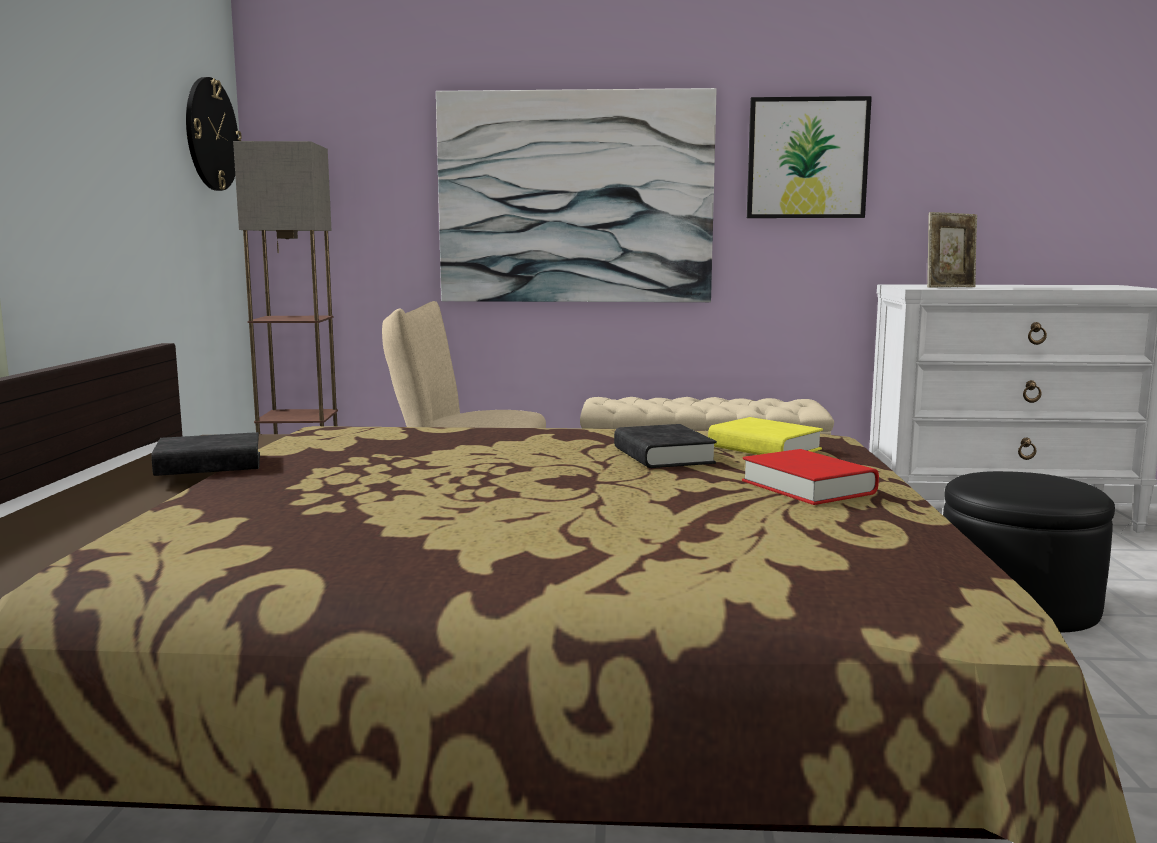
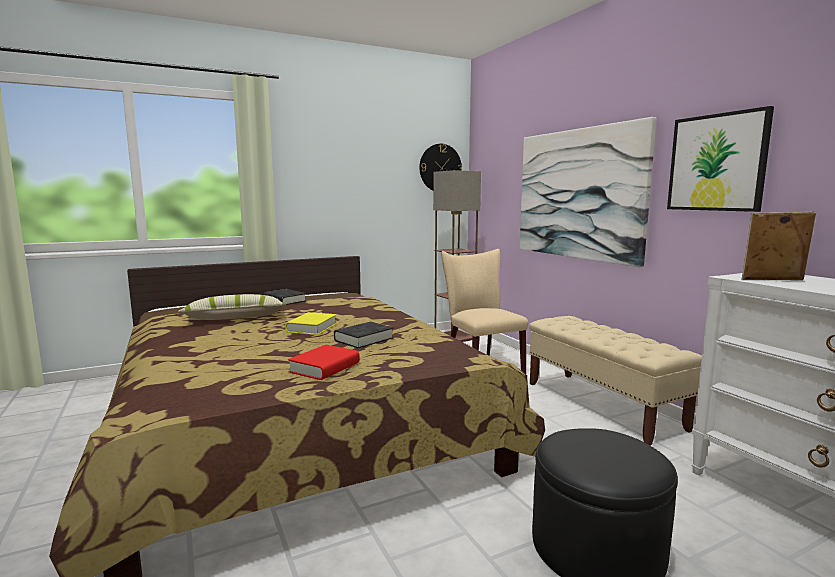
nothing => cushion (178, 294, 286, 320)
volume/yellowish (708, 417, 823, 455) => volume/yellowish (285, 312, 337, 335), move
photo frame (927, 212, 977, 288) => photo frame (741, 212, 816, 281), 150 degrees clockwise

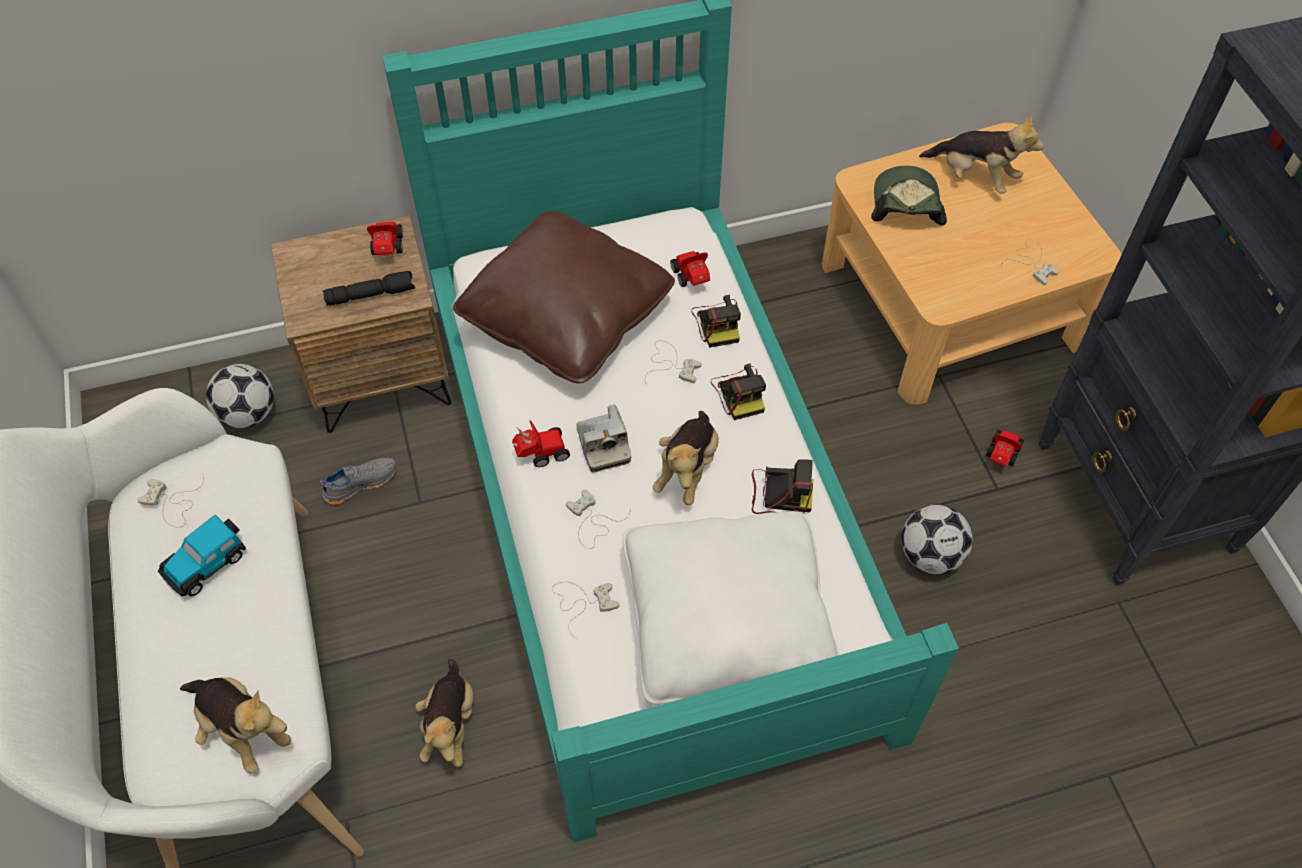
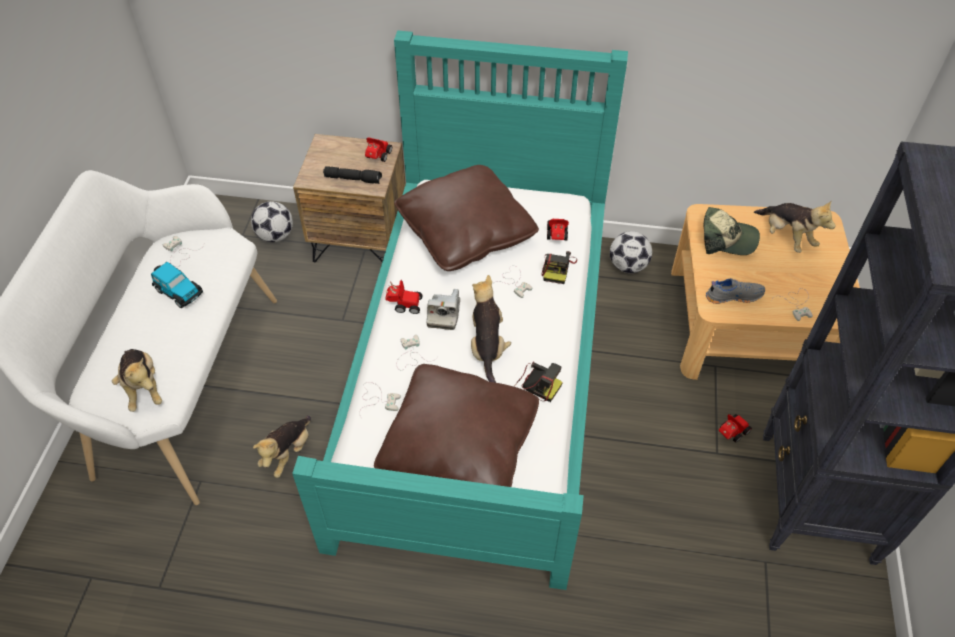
photo camera (711, 364, 766, 420) => nothing
item of footwear/grey (319, 457, 396, 505) => item of footwear/grey (706, 278, 765, 304), move
football (902, 505, 973, 574) => football (610, 231, 652, 273), move
cushion/whitish (623, 512, 839, 704) => cushion/brown (374, 364, 539, 487)
miniature car (158, 515, 246, 596) => miniature car (151, 262, 203, 308), 120 degrees counterclockwise
plush toy (653, 411, 719, 505) => plush toy (471, 275, 511, 383), 135 degrees clockwise
peaked cap (871, 166, 947, 226) => peaked cap (704, 207, 760, 255), 75 degrees clockwise

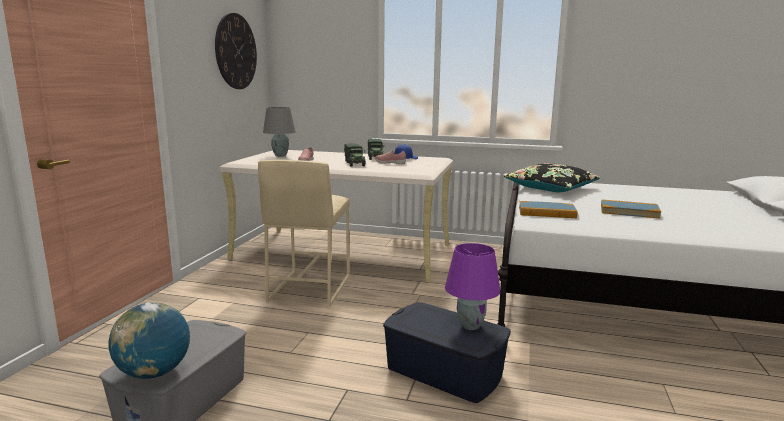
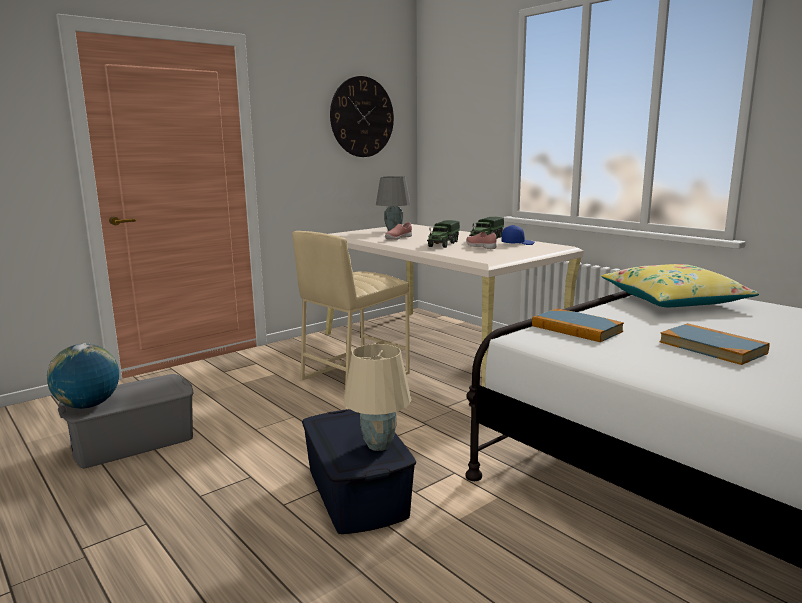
table lamp/purple-coloured (445, 243, 500, 330) => table lamp/sand-coloured (344, 344, 411, 451)
cushion/black (504, 163, 600, 192) => cushion/yellowish (601, 264, 759, 307)

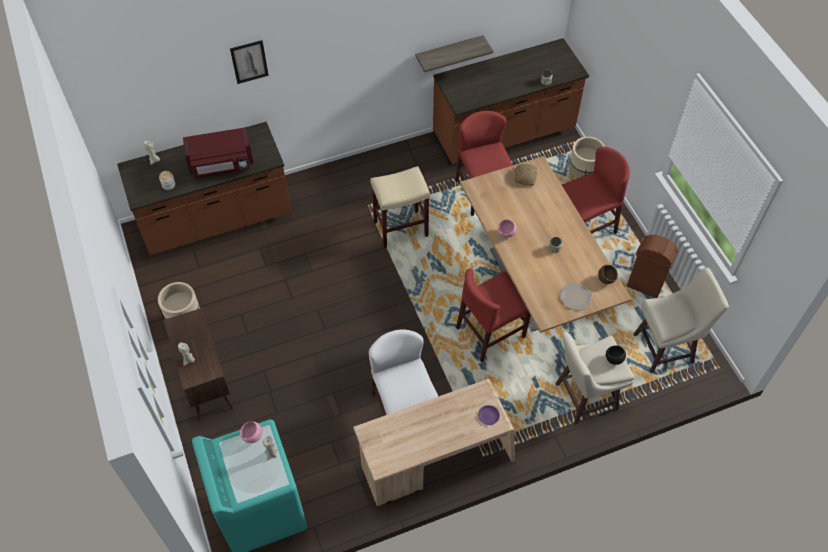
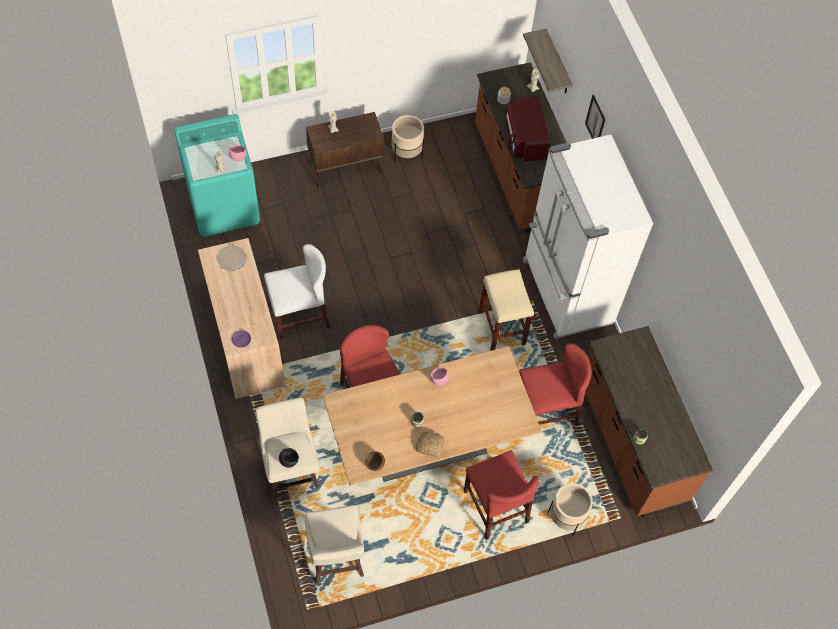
waste bin/brown (627, 235, 678, 298) => nothing
nothing => fridge/whitish (523, 135, 653, 339)
wall shelf (415, 35, 493, 72) => wall shelf (523, 29, 573, 94), move
bread (515, 163, 537, 186) => bread (416, 432, 444, 457), move
flat dish (560, 283, 592, 311) => flat dish (217, 245, 247, 271), move

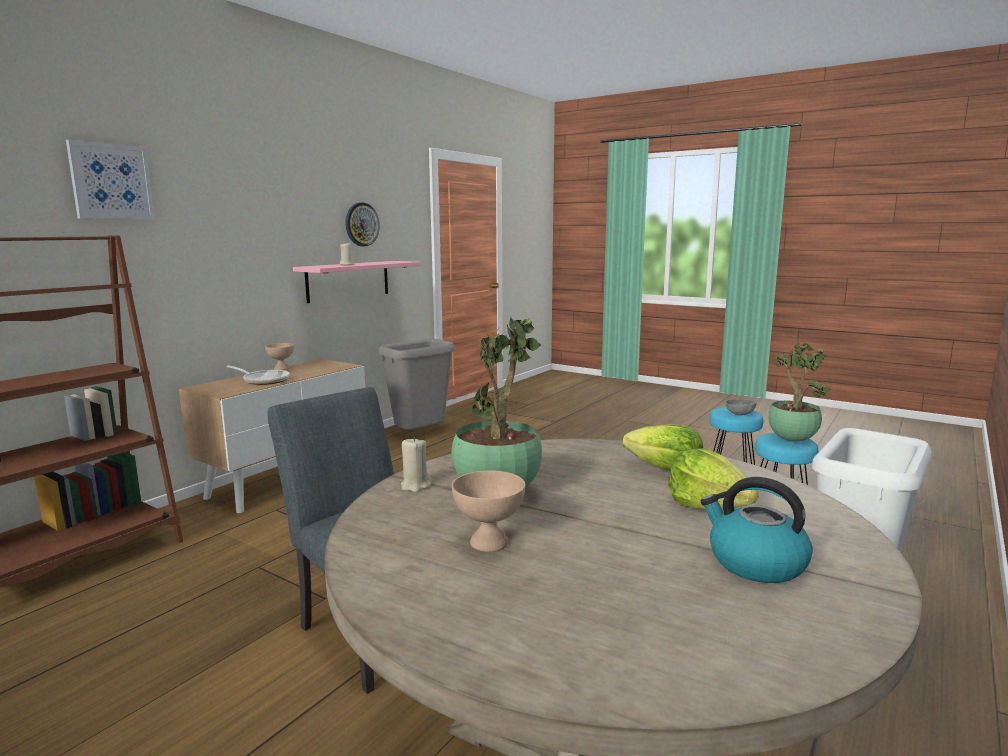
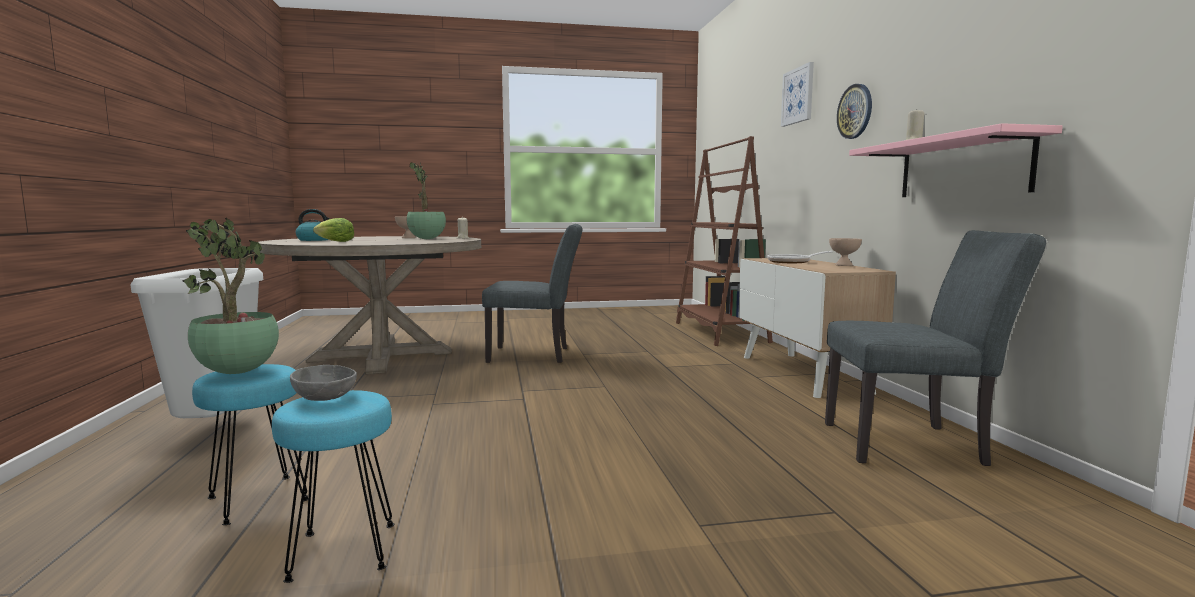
lettuce (623, 424, 703, 471) => nothing
clock on the wall (346, 203, 380, 246) => clock on the wall (837, 84, 872, 139), move
waste bin/grey (378, 339, 455, 430) => plain chair/grey (825, 230, 1046, 466)

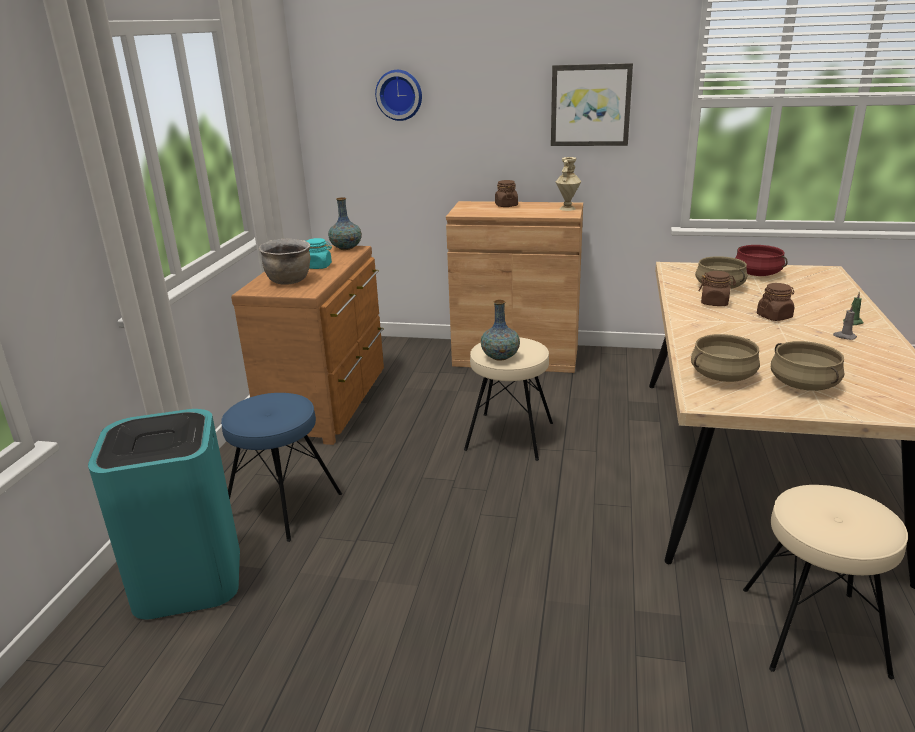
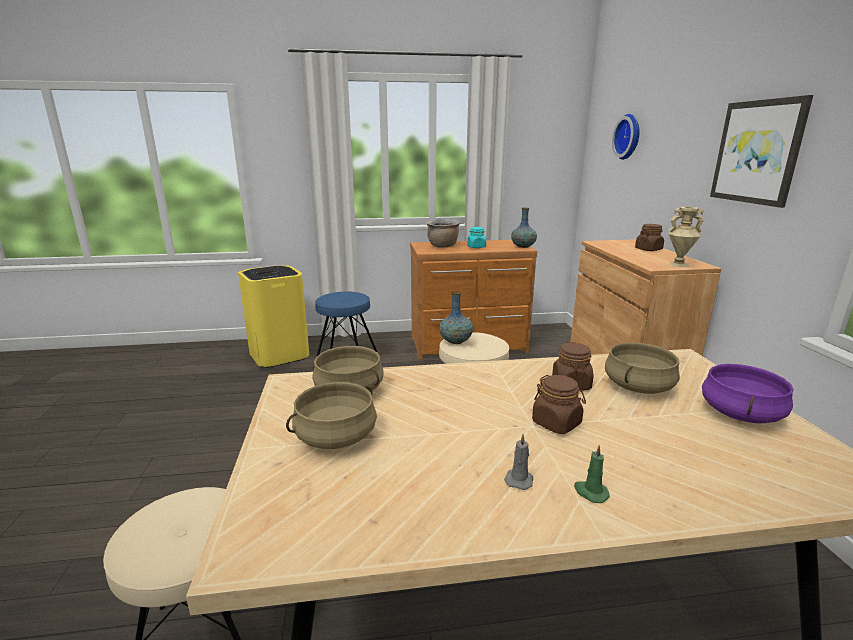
waste bin/blue-green (88, 409, 240, 620) => waste bin/yellowish (238, 265, 309, 367)
saucepot/reddish (735, 245, 788, 276) => saucepot/purple-coloured (702, 364, 794, 423)

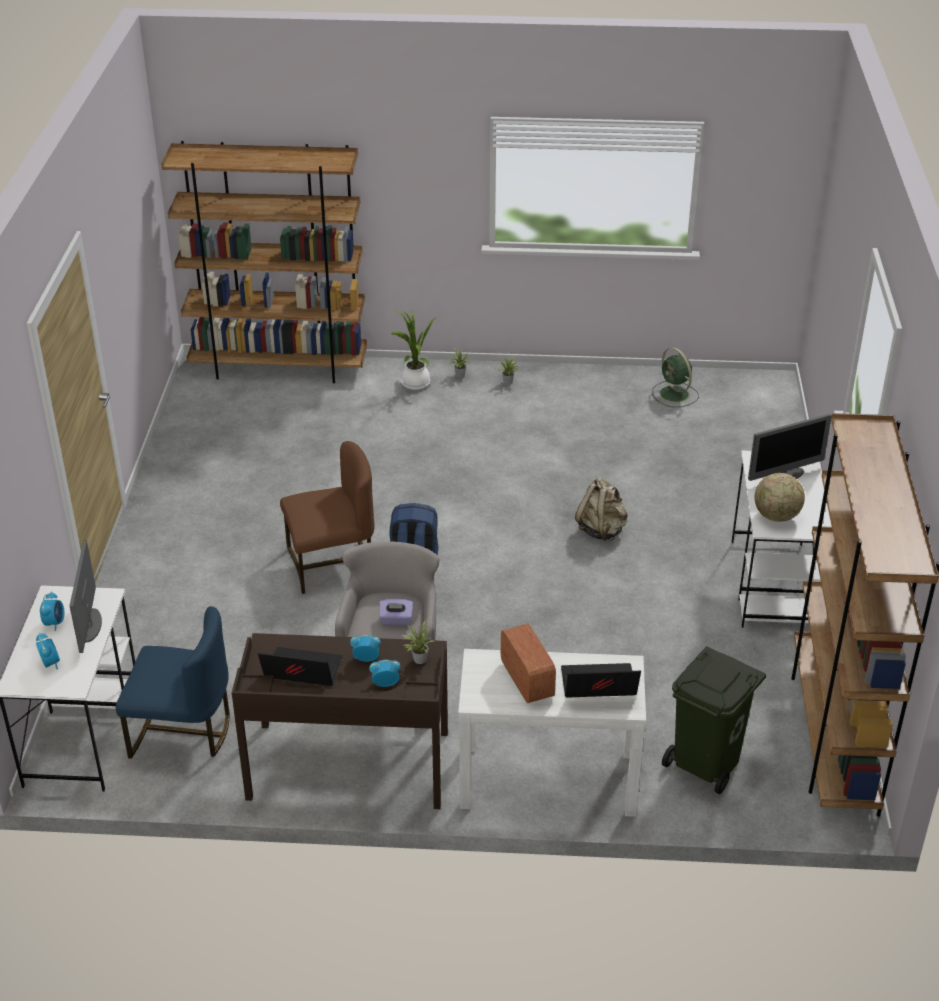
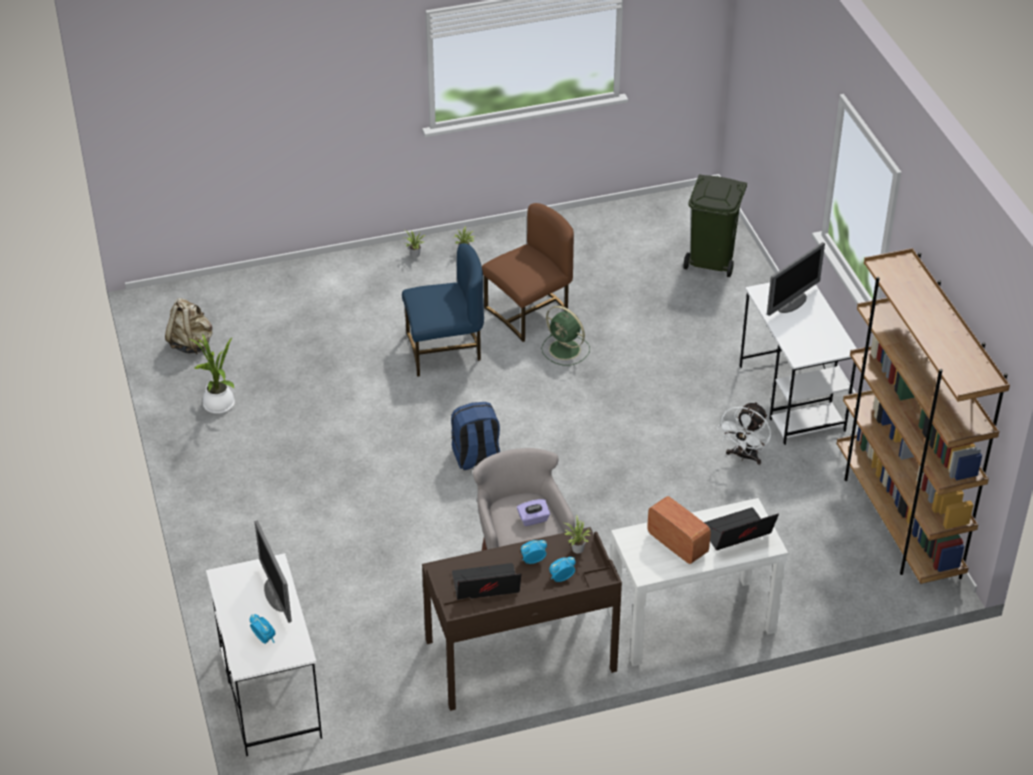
alarm clock (40, 591, 64, 631) => nothing
shelving unit/brown (161, 141, 367, 383) => nothing
desk globe (755, 473, 805, 522) => nothing
nothing => cooling fan/whitish (717, 402, 771, 465)
plain chair/blue-coloured (116, 606, 230, 759) => plain chair/blue-coloured (402, 243, 484, 377), move
plain chair/brown (280, 441, 375, 594) => plain chair/brown (482, 203, 574, 342), move
houseplant (391, 310, 437, 390) => houseplant (189, 334, 235, 414), move
knapsack/sand-coloured (575, 477, 628, 541) => knapsack/sand-coloured (165, 298, 212, 354), move
cooling fan/greenish (652, 347, 699, 407) => cooling fan/greenish (541, 306, 590, 365), move
waste bin/greenish (662, 646, 766, 794) => waste bin/greenish (684, 174, 747, 277), move

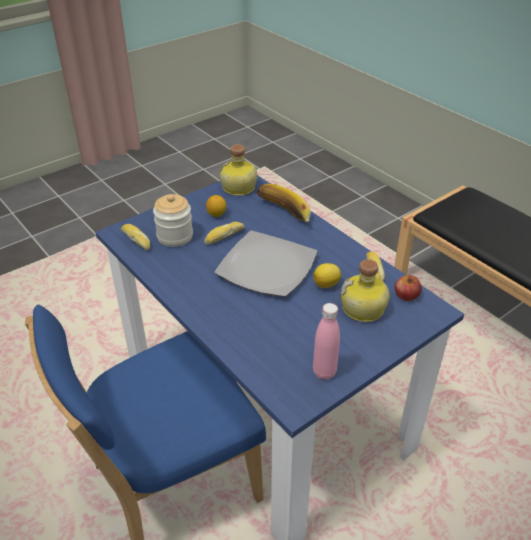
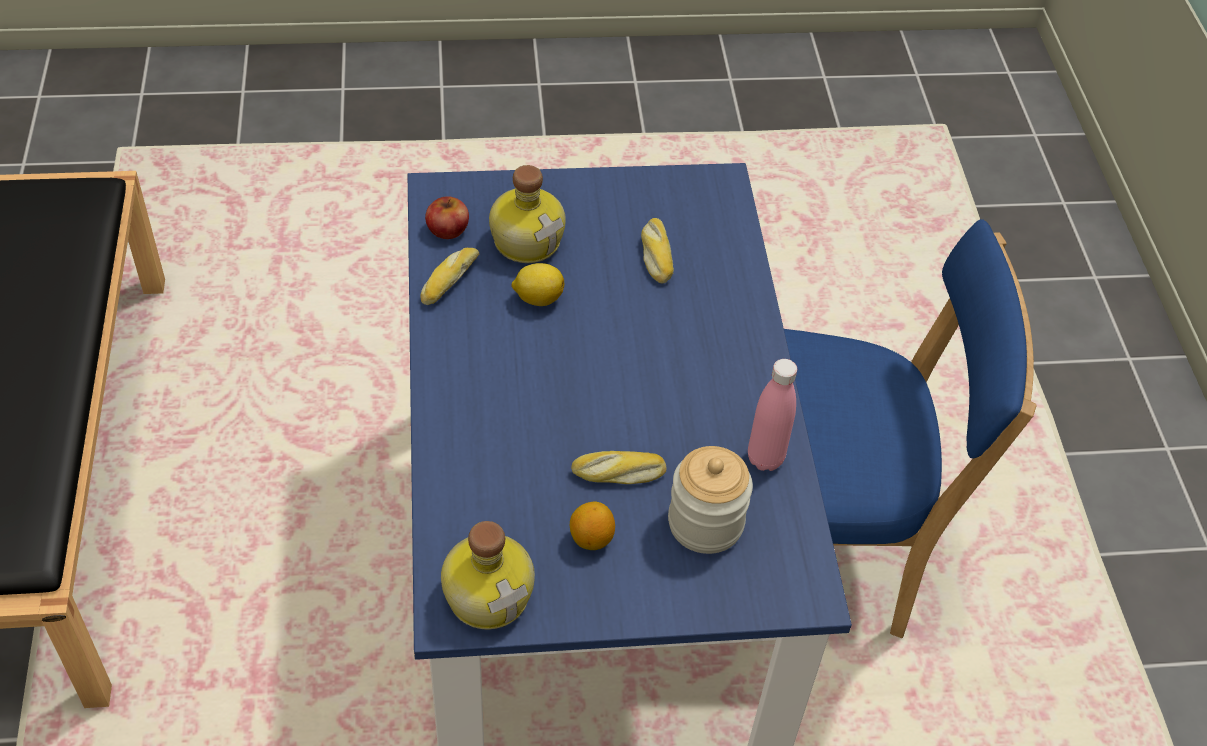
flat dish (214, 231, 318, 297) => nothing
banana (257, 184, 311, 222) => nothing
bread (121, 224, 150, 251) => bread (641, 218, 674, 283), move
drink bottle/pink (313, 303, 340, 380) => drink bottle/pink (748, 359, 797, 471), move

